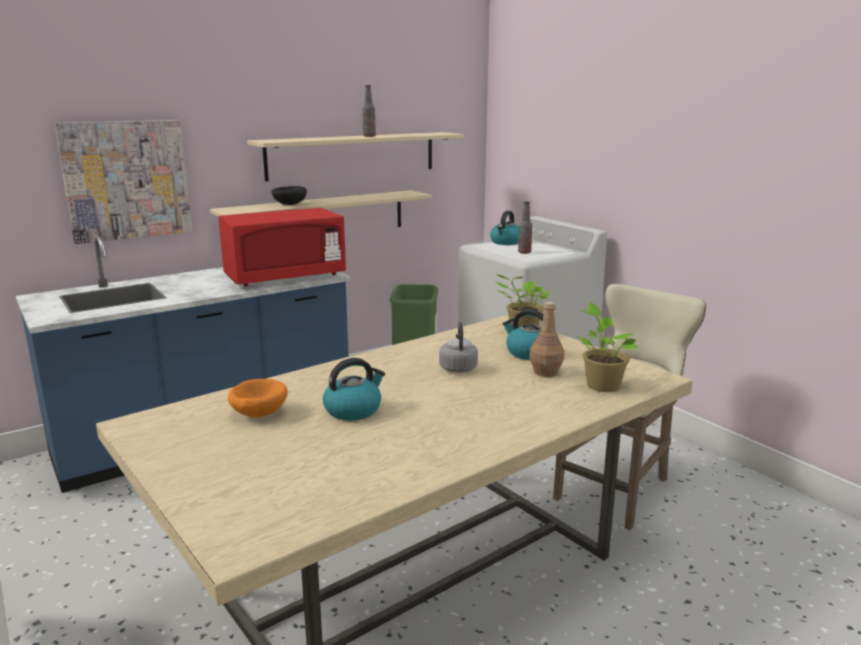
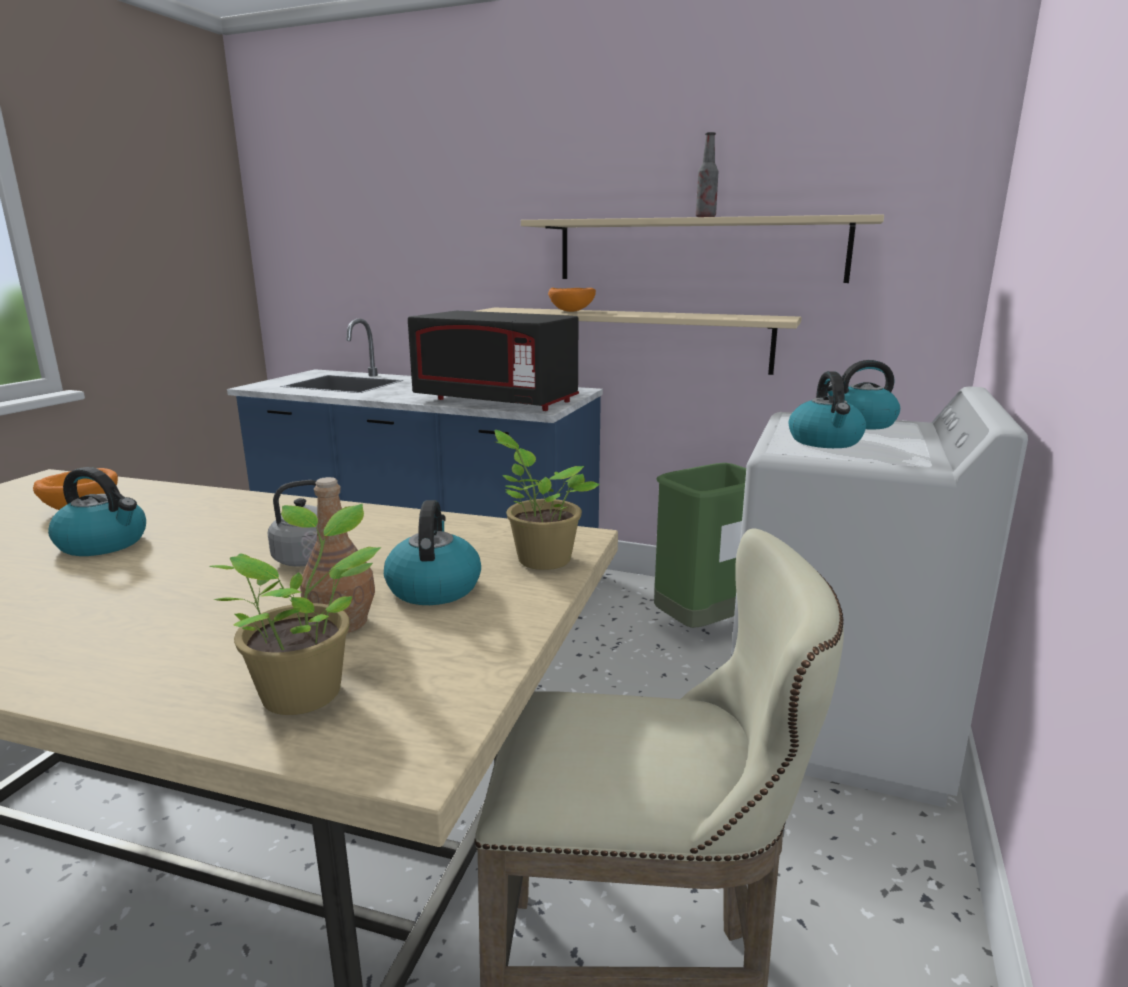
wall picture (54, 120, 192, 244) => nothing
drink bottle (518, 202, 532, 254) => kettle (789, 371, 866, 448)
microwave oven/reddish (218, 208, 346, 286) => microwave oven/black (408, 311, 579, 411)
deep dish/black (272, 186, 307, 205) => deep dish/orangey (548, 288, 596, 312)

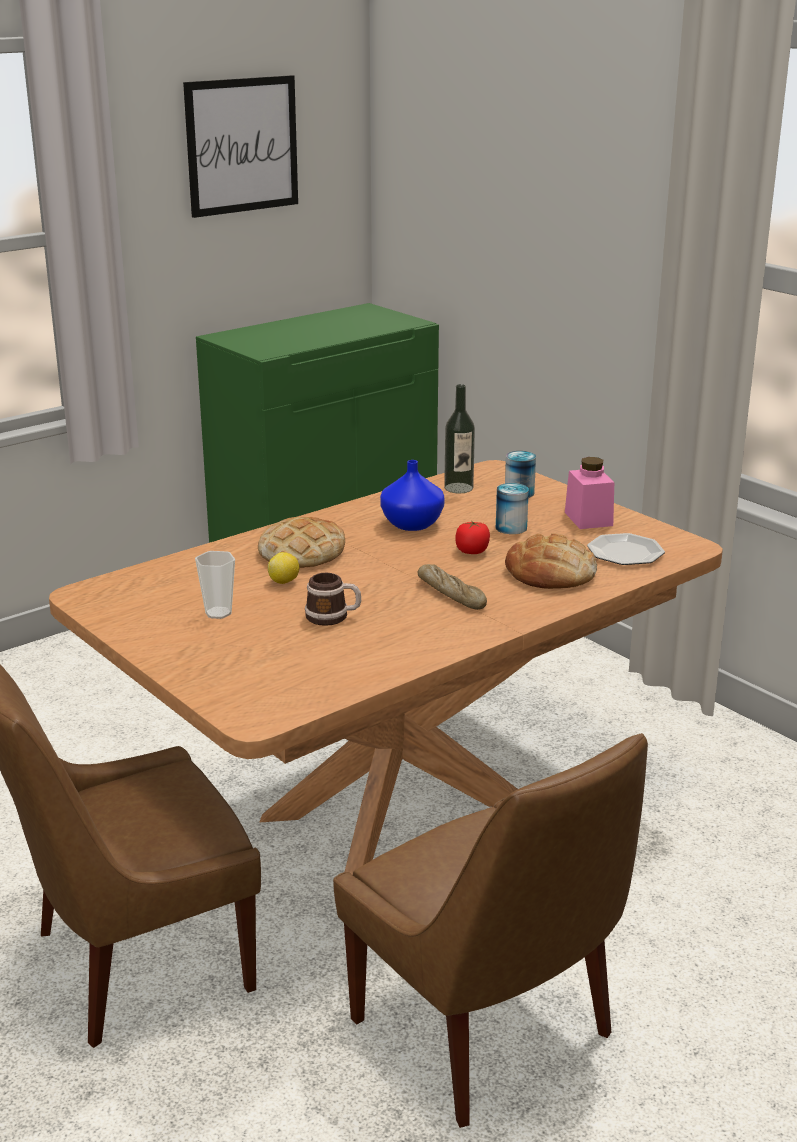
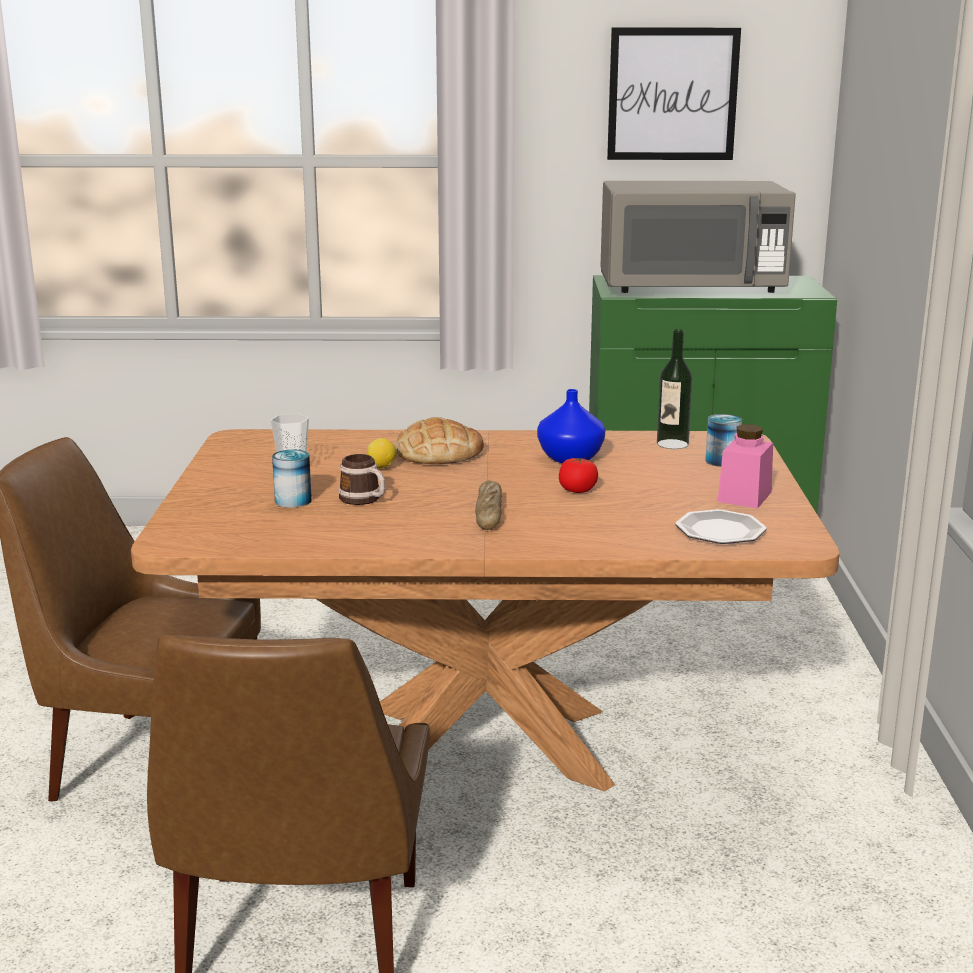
bread (505, 533, 597, 589) => nothing
nothing => microwave oven/grey (600, 181, 796, 293)
metal can (496, 483, 529, 534) => metal can (272, 450, 312, 508), move

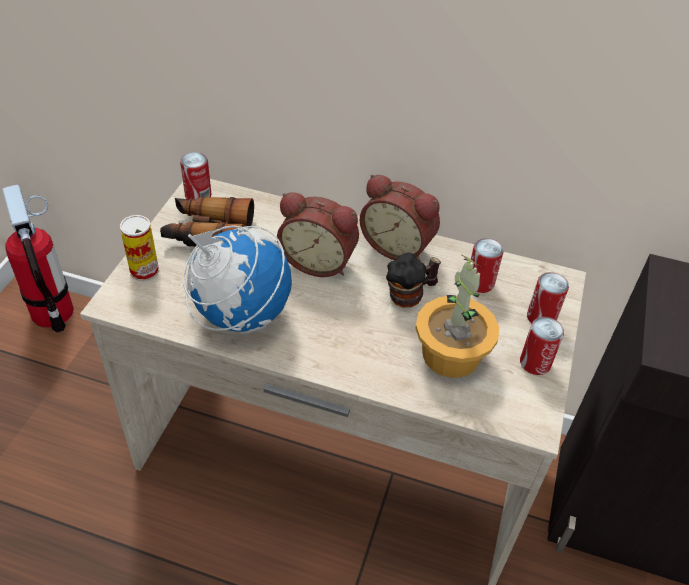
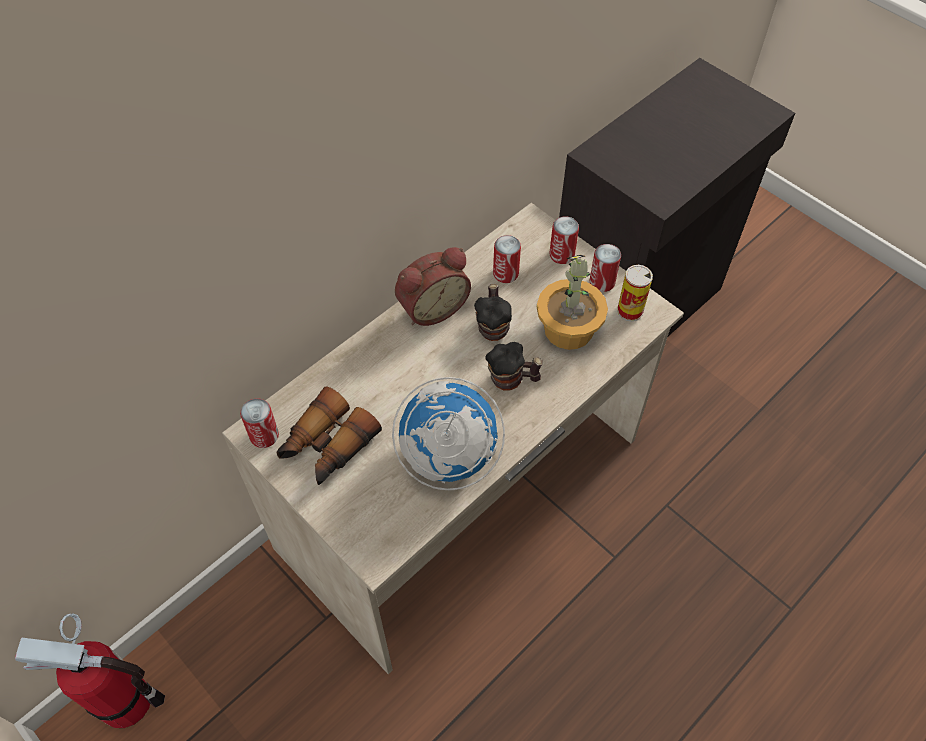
alarm clock (277, 192, 359, 277) => nothing
nothing => tea mug (485, 342, 543, 390)
metal can (120, 215, 159, 281) => metal can (617, 265, 653, 321), move

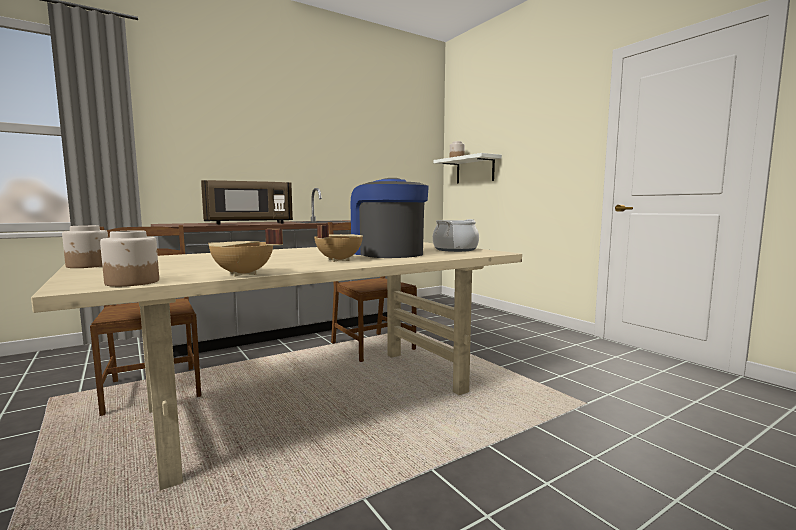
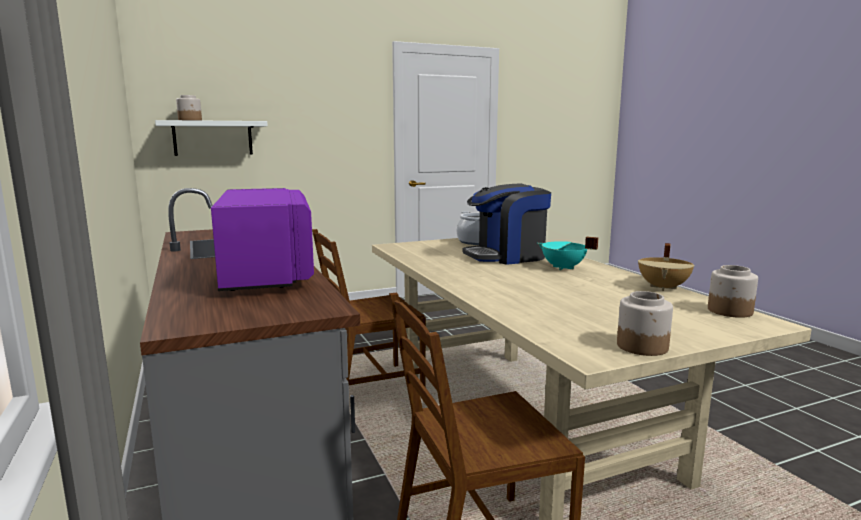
microwave oven/brown (201, 180, 293, 225) => microwave oven/purple-coloured (211, 188, 314, 291)
saucepot/sand-coloured (314, 225, 363, 262) => saucepot/blue-green (538, 237, 598, 270)

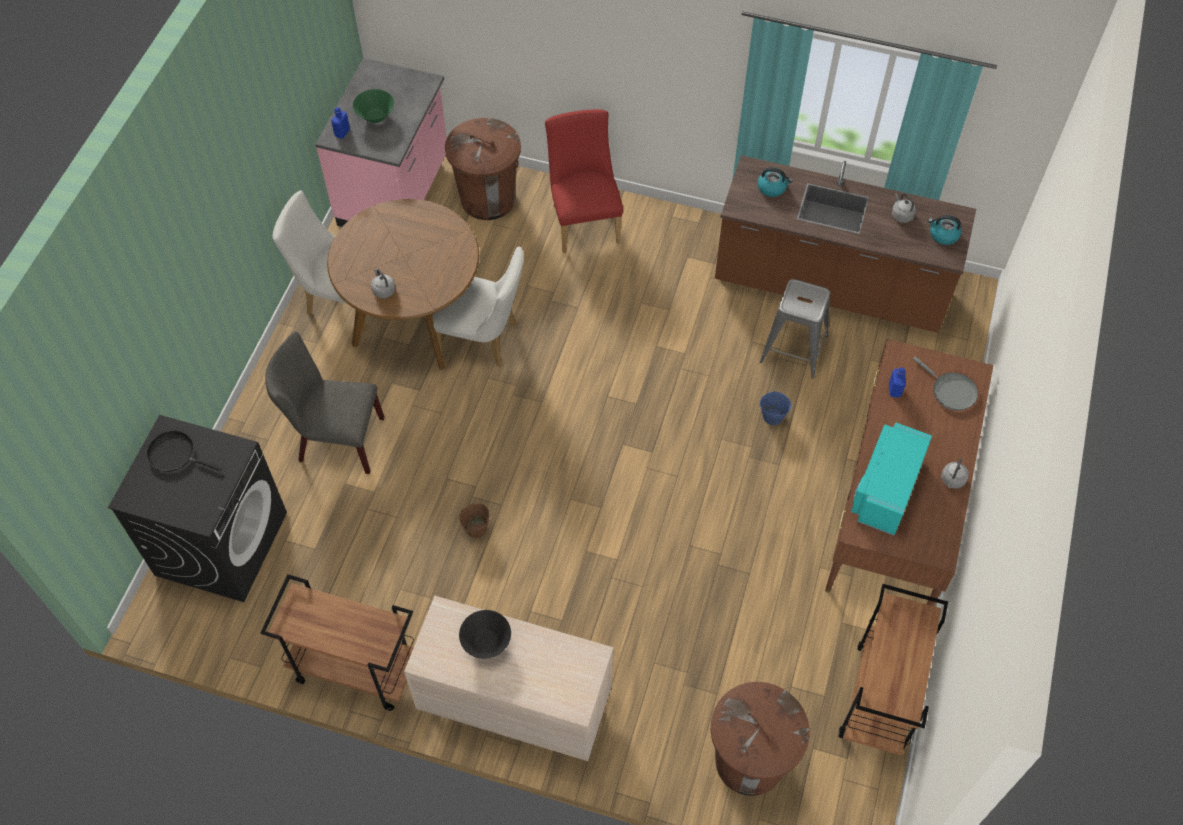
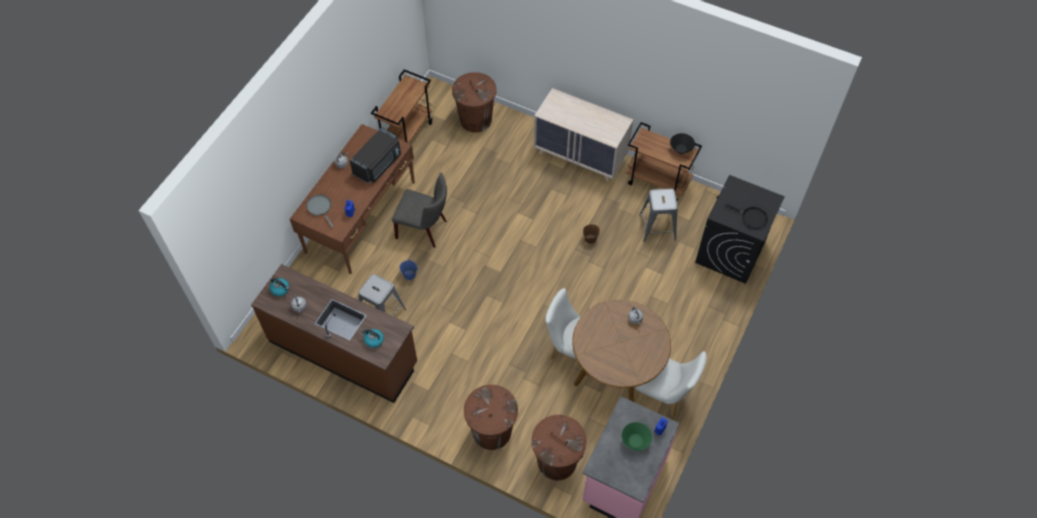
nothing => stool seat/grey (639, 189, 678, 242)
plain chair/grey (265, 331, 384, 474) => plain chair/grey (392, 173, 447, 248), move
deep dish/black (459, 610, 511, 659) => deep dish/black (670, 133, 695, 154), move
plain chair/reddish (545, 109, 623, 253) => waste bin/brown (464, 385, 518, 450)
microwave oven/blue-green (851, 422, 932, 535) => microwave oven/black (350, 127, 401, 184)

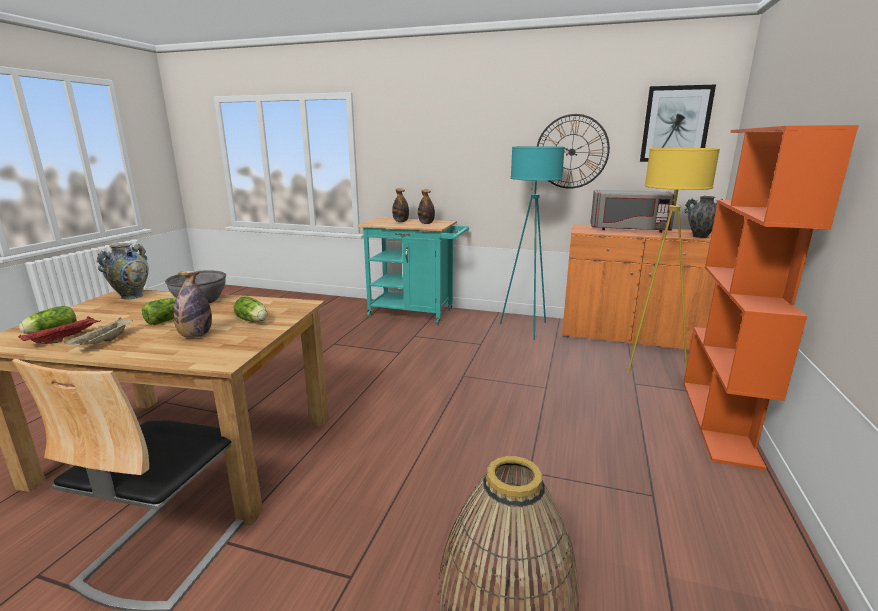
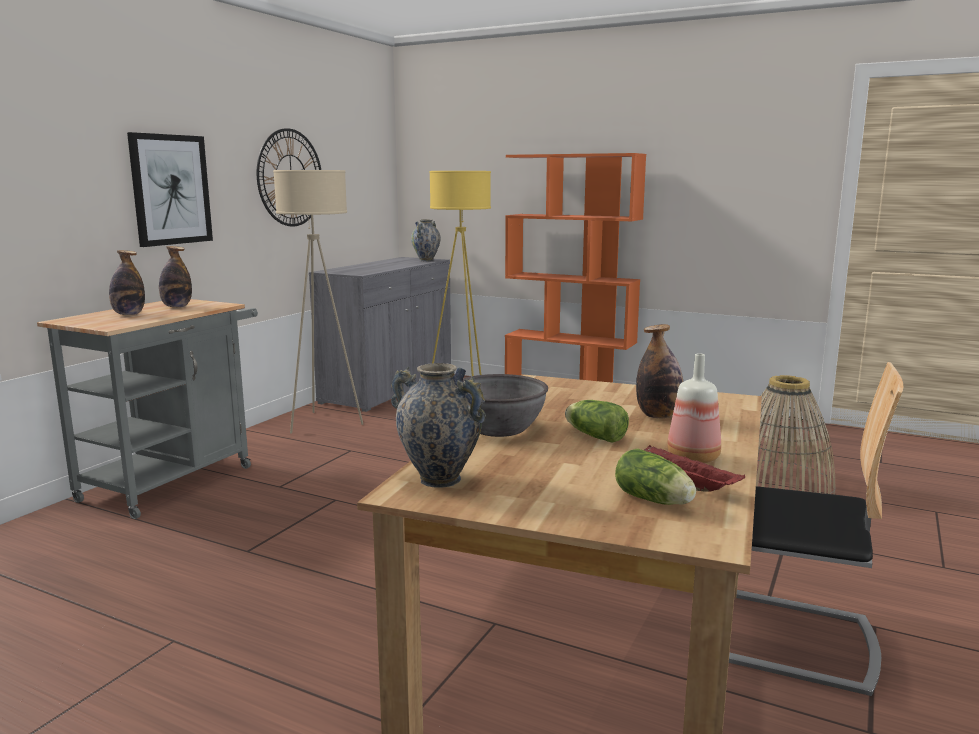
lettuce (234, 296, 268, 322) => nothing
microwave oven/grey (591, 190, 675, 233) => nothing
wall picture (640, 85, 716, 162) => wall picture (127, 132, 213, 247), move
serving tray/sand-coloured (64, 317, 133, 346) => drink bottle (667, 353, 721, 463)
wheeled cart/blue-green (358, 217, 469, 324) => wheeled cart/grey (37, 299, 258, 519)
standing lamp/blue-green (500, 146, 565, 340) => standing lamp/sand-coloured (273, 170, 363, 434)
cupboard/orangey (562, 224, 716, 350) => cupboard/grey (309, 257, 451, 412)

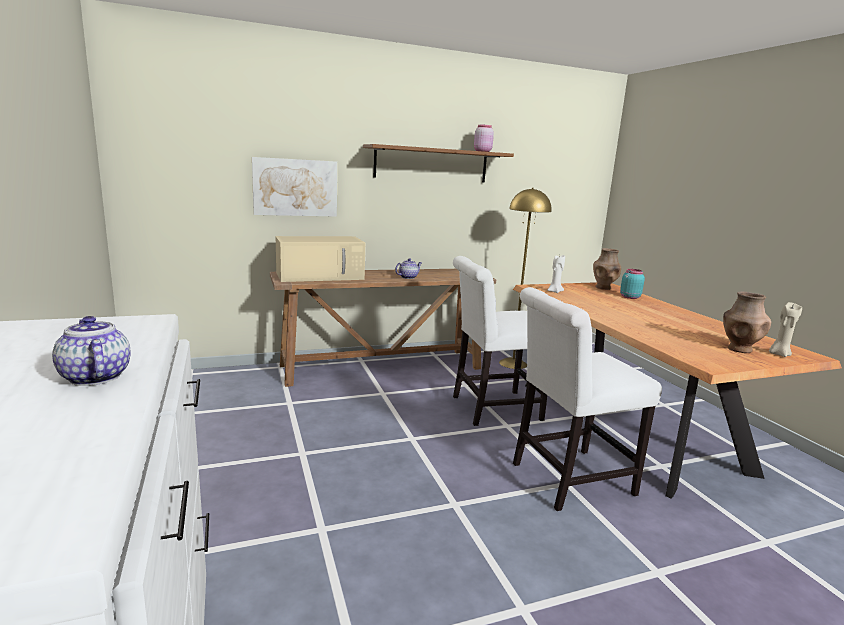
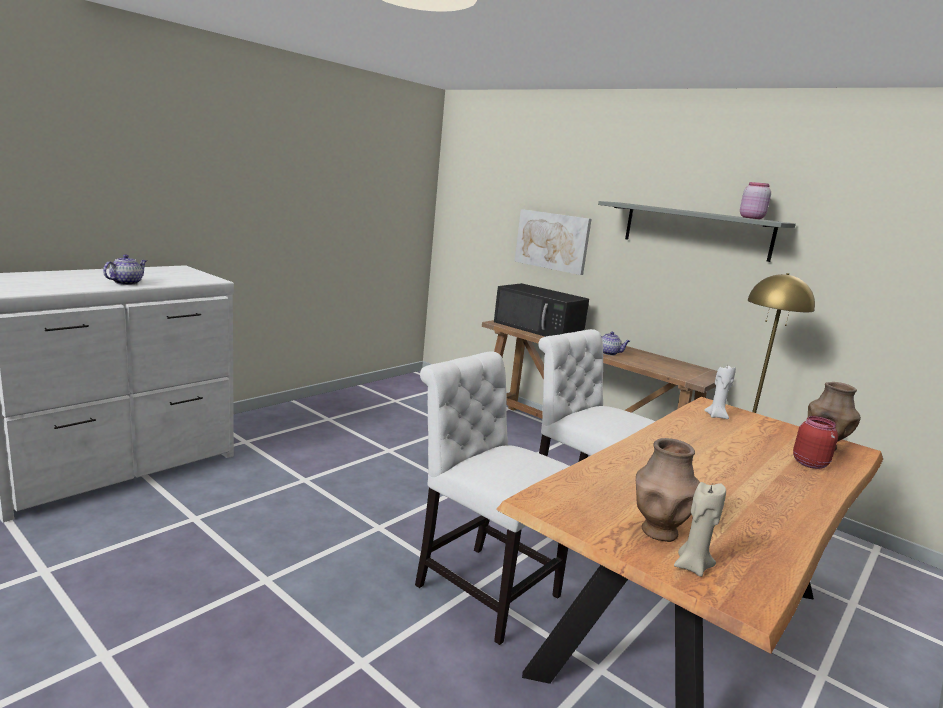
microwave oven/sand-coloured (276, 236, 365, 282) => microwave oven/black (494, 283, 589, 337)
wall shelf/brown (363, 144, 514, 183) => wall shelf/grey (598, 201, 796, 262)
preserve jar/blue-green (620, 269, 645, 299) => preserve jar/reddish (793, 416, 838, 469)

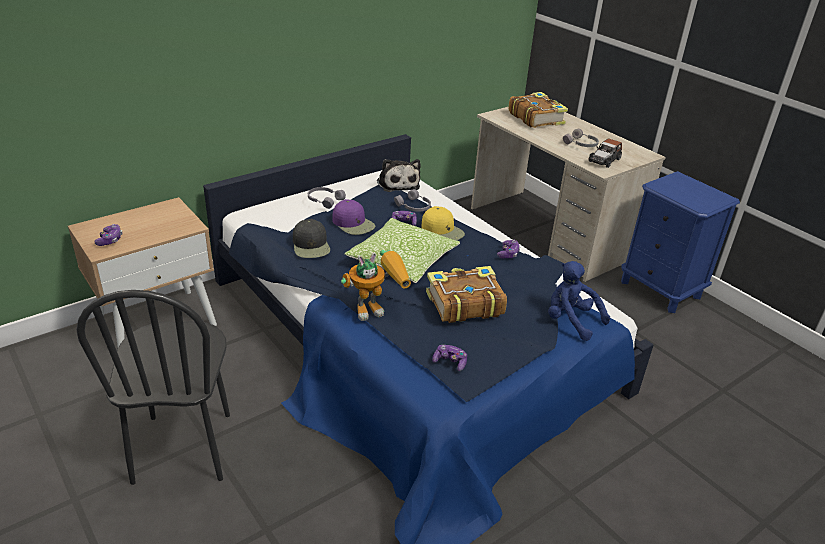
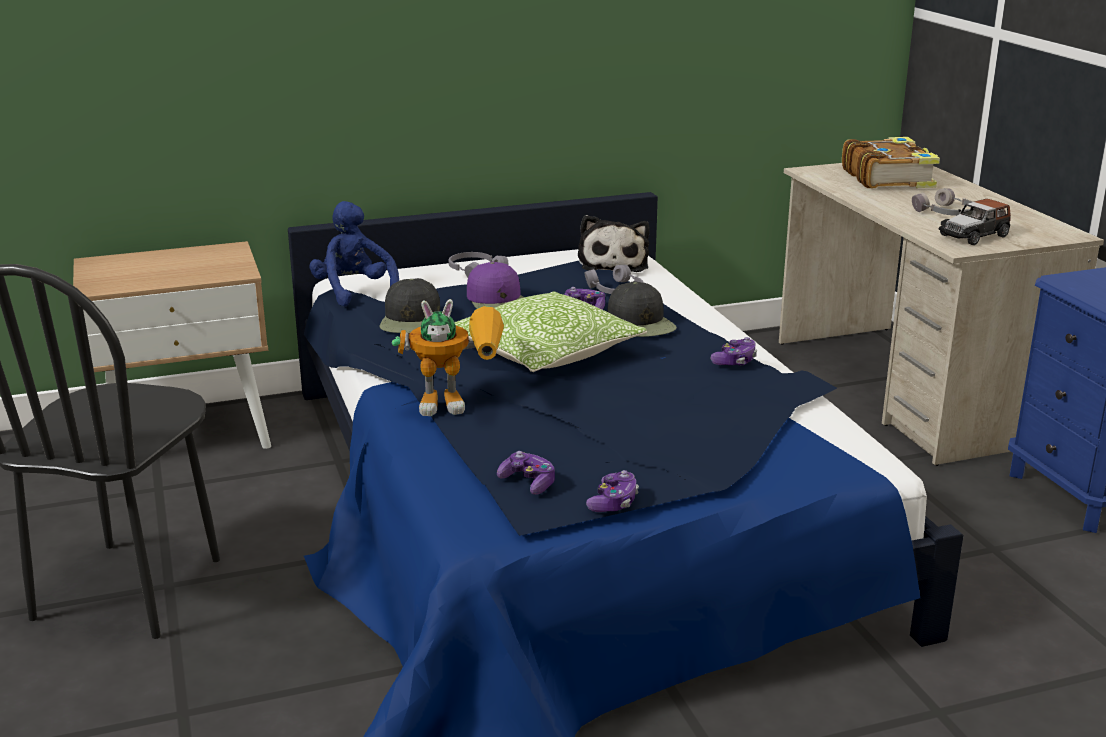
volume (426, 266, 507, 323) => nothing
gamepad (95, 224, 123, 246) => gamepad (586, 470, 639, 512), move
plush toy/blue-coloured (548, 261, 610, 341) => plush toy/blue-coloured (309, 201, 399, 307), move
peaked cap/yellowish (421, 206, 465, 241) => peaked cap/black (607, 281, 677, 337)

